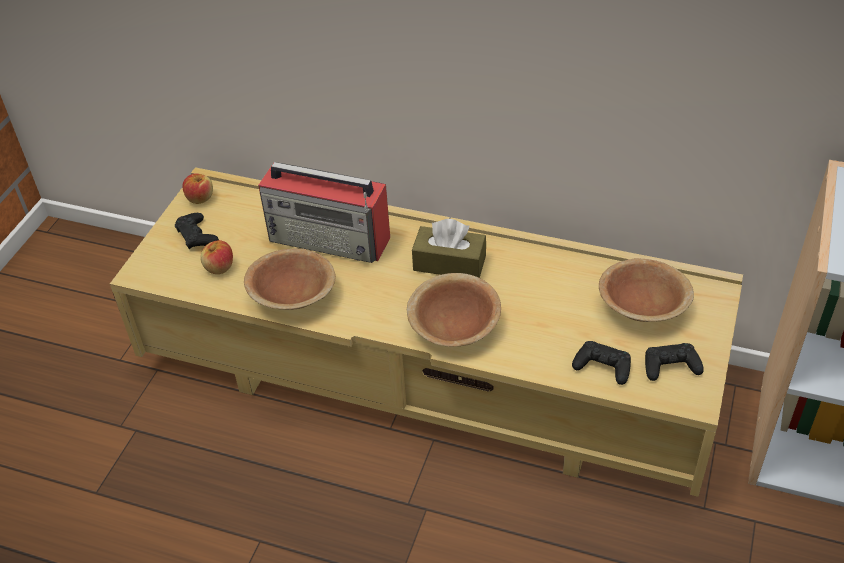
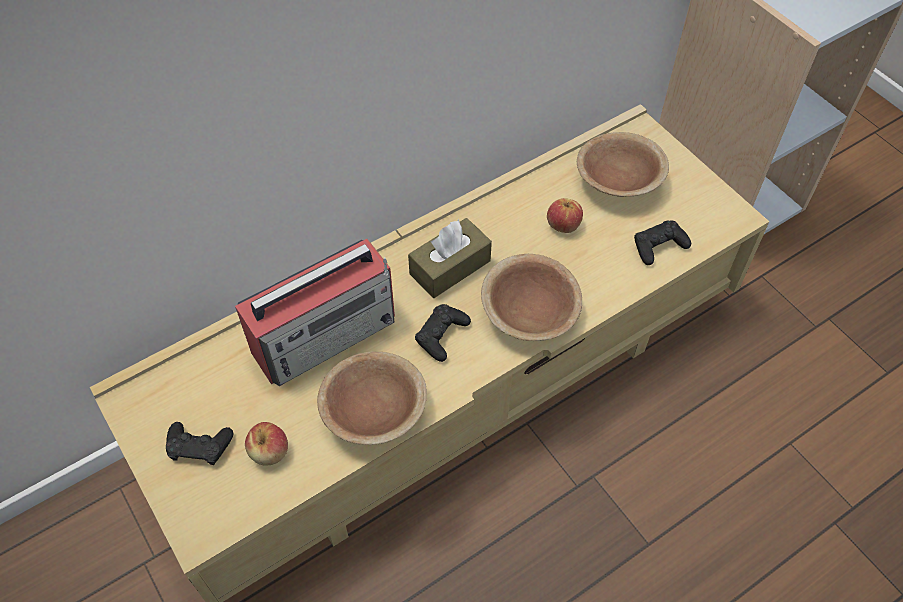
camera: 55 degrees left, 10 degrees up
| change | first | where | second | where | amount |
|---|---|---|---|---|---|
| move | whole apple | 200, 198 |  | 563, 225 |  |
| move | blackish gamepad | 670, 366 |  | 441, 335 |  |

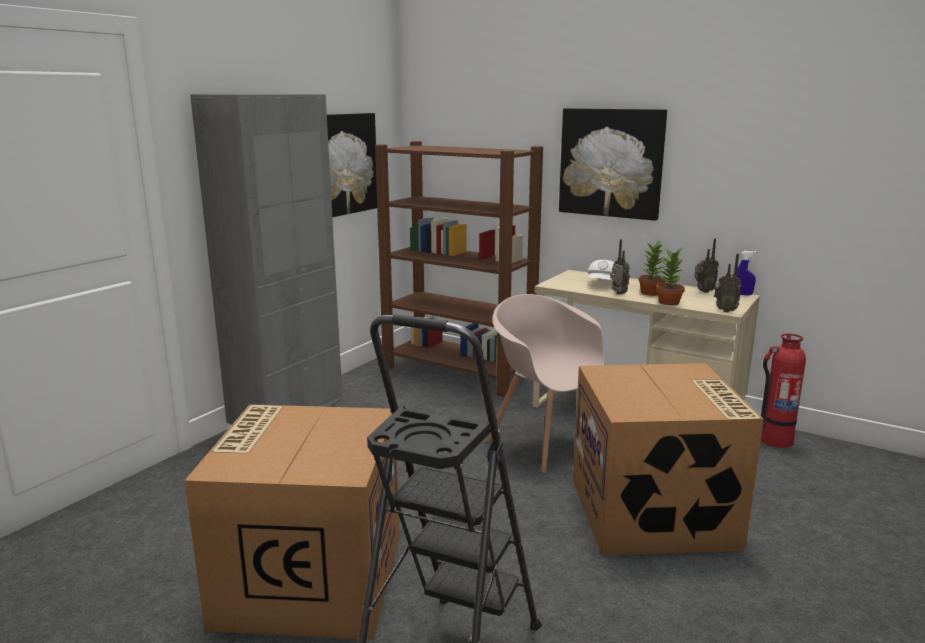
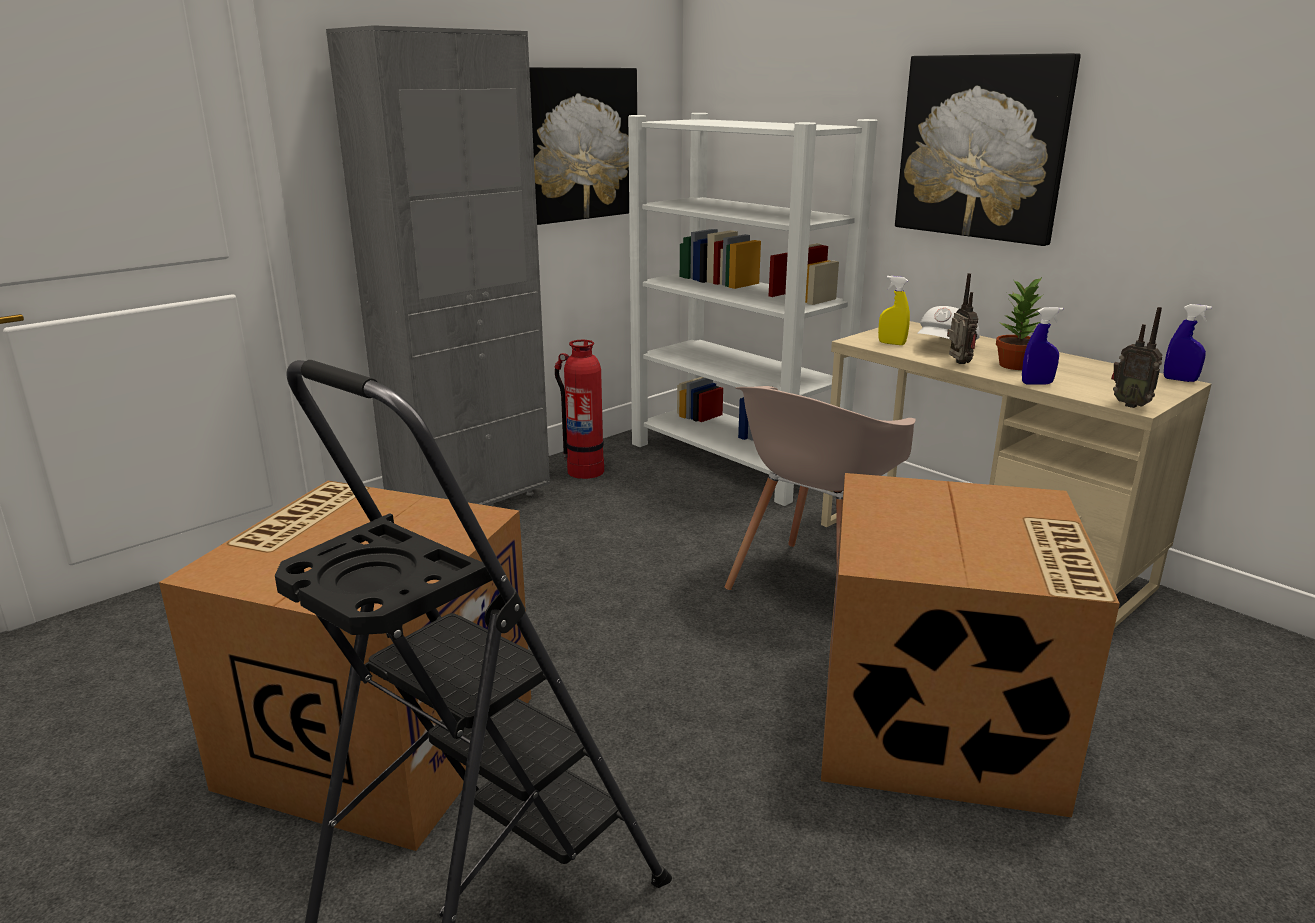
camera: 15 degrees right, 5 degrees up
| change | first | where | second | where | amount |
|---|---|---|---|---|---|
| recolor | brownish bookcase | 458, 371 | white bookcase | 735, 460 |  |
| rotate | beige-coloured chair | 544, 444 |  | 811, 586 | 120 degrees counterclockwise |
| replace | potted plant | 669, 302 | blue spray bottle | 1037, 383 |  |
| delete | radio receiver | 703, 291 |  |  |  |
| move | extinguisher | 775, 440 |  | 584, 471 |  |
| insert |  |  | yellowish spray bottle | 891, 343 |  |

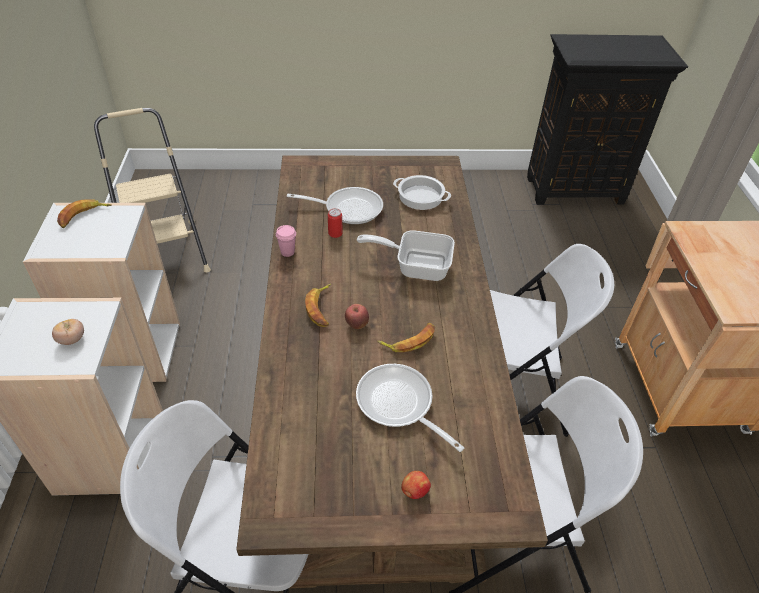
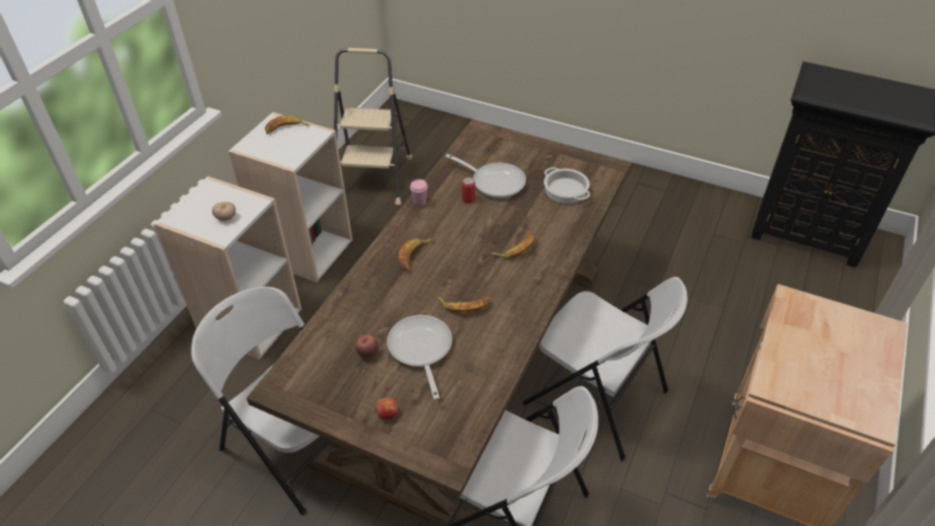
camera: 30 degrees right, 0 degrees up
| change | first | where | second | where | amount |
|---|---|---|---|---|---|
| move | whole apple | 356, 325 |  | 368, 354 |  |
| replace | frying pan | 415, 266 | banana | 515, 248 |  |

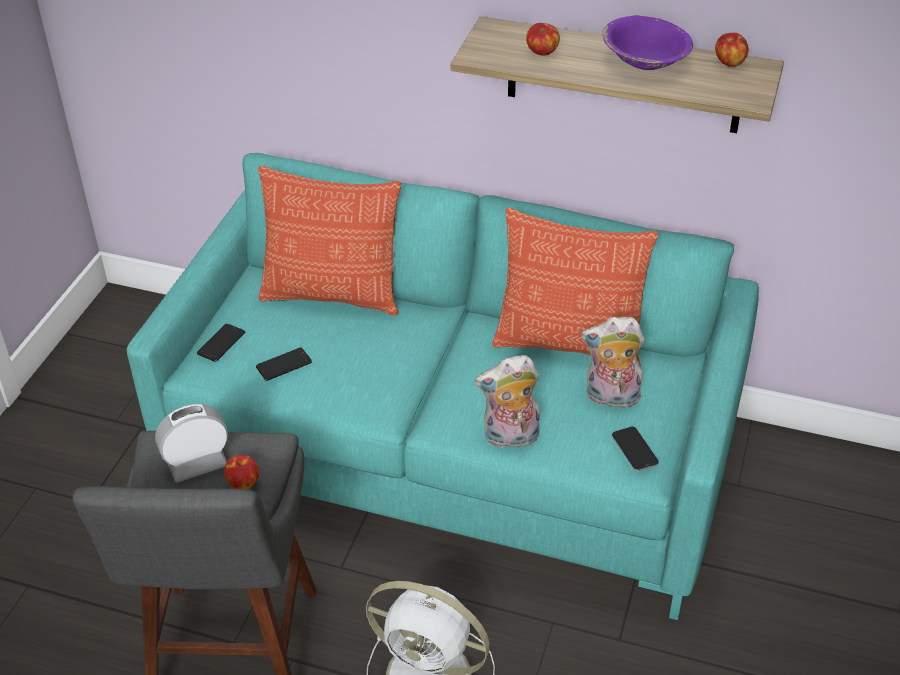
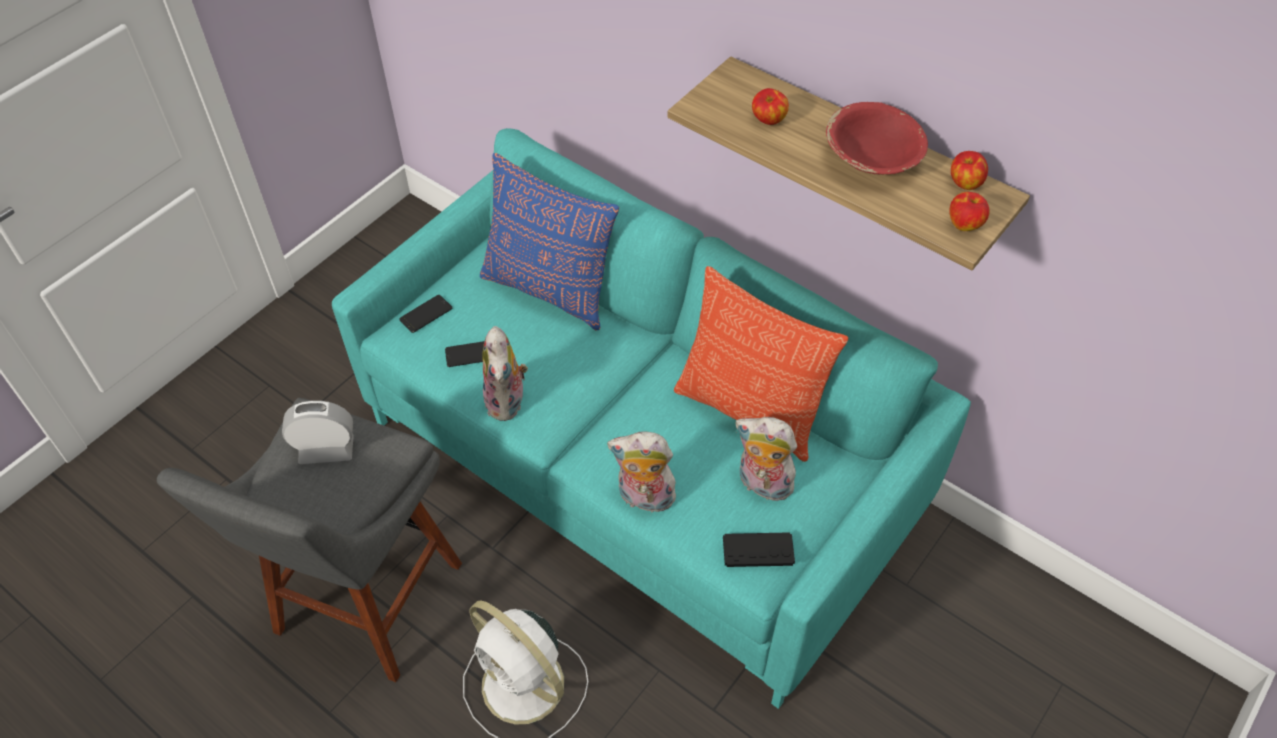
camera: 20 degrees right, 10 degrees up
| change | first | where | second | where | amount |
|---|---|---|---|---|---|
| move | whole apple | 244, 483 |  | 965, 224 |  |
| recolor | orange-coloured throw pillow | 333, 295 | blue throw pillow | 550, 290 |  |
| recolor | purple serving bowl | 645, 62 | reddish serving bowl | 872, 159 |  |
| replace | handset | 634, 449 | blackish gamepad | 758, 550 |  |
| insert |  |  | cuddly toy | 508, 402 |  |

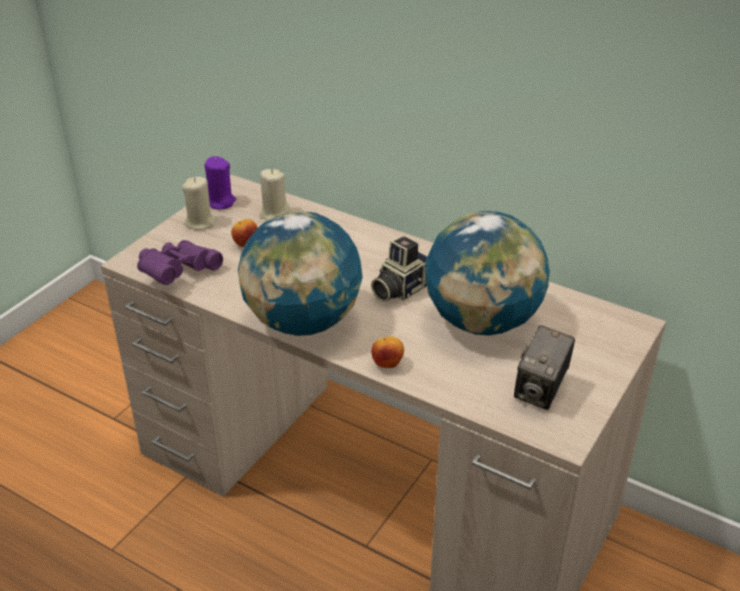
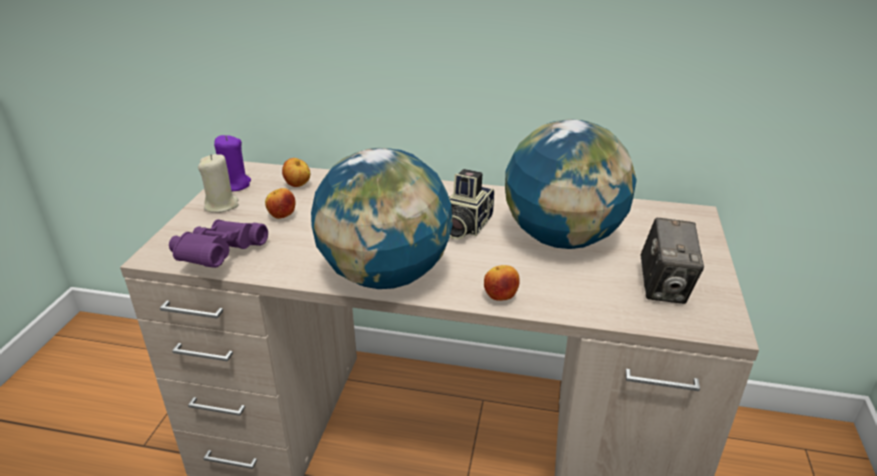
camera: 20 degrees left, 5 degrees down
| change | first | where | second | where | amount |
|---|---|---|---|---|---|
| replace | beige-coloured candle | 274, 214 | whole apple | 298, 185 |  |

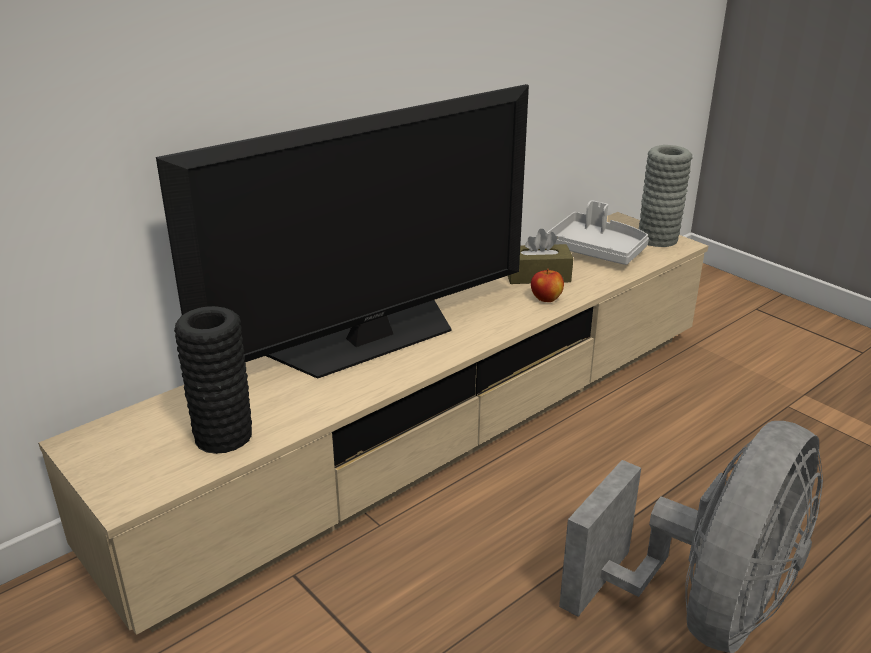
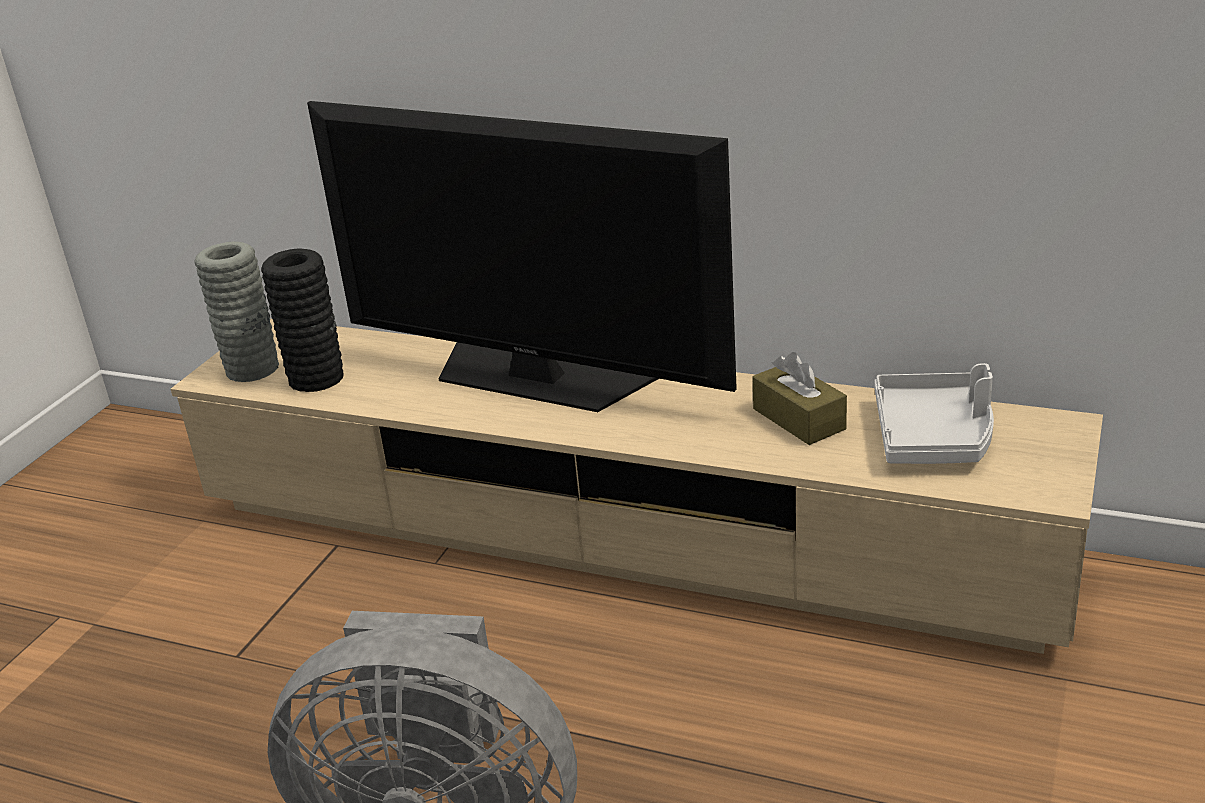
camera: 65 degrees right, 0 degrees up
| change | first | where | second | where | amount |
|---|---|---|---|---|---|
| delete | whole apple | 546, 299 |  |  |  |
| move | greyish vase | 658, 239 |  | 252, 369 |  |

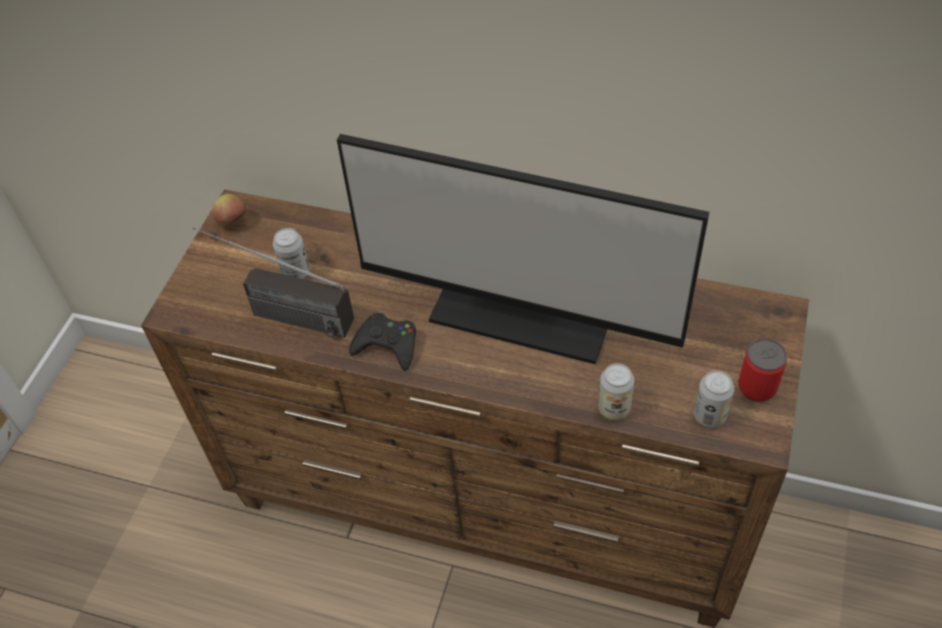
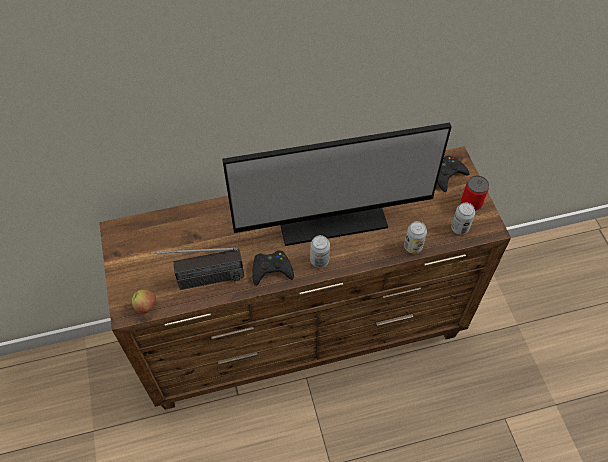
camera: 35 degrees left, 5 degrees up
| change | first | where | second | where | amount |
|---|---|---|---|---|---|
| move | whole apple | 232, 222 |  | 146, 307 |  |
| move | sealed can | 296, 272 |  | 319, 260 |  |
| insert |  |  | blackish gamepad | 447, 175 |  |

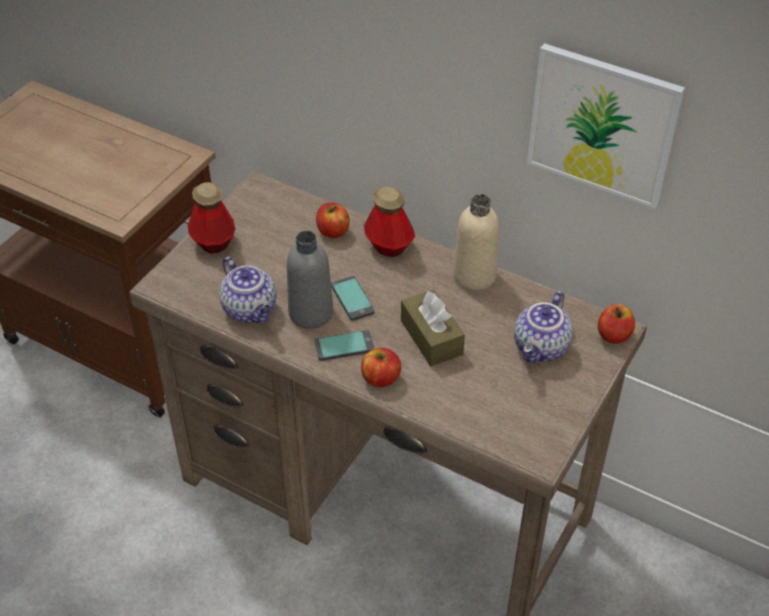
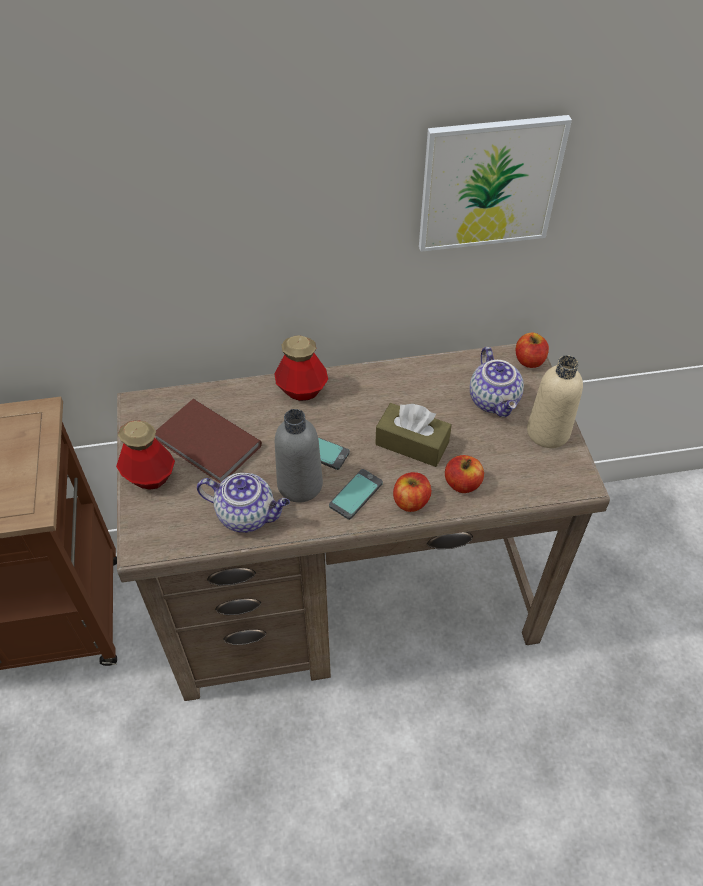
camera: 40 degrees left, 5 degrees up
| change | first | where | second | where | amount |
|---|---|---|---|---|---|
| move | whole apple | 332, 231 |  | 462, 484 |  |
| move | beige-coloured bottle | 474, 276 |  | 548, 432 |  |
| insert |  |  | brownish book | 207, 445 |  |

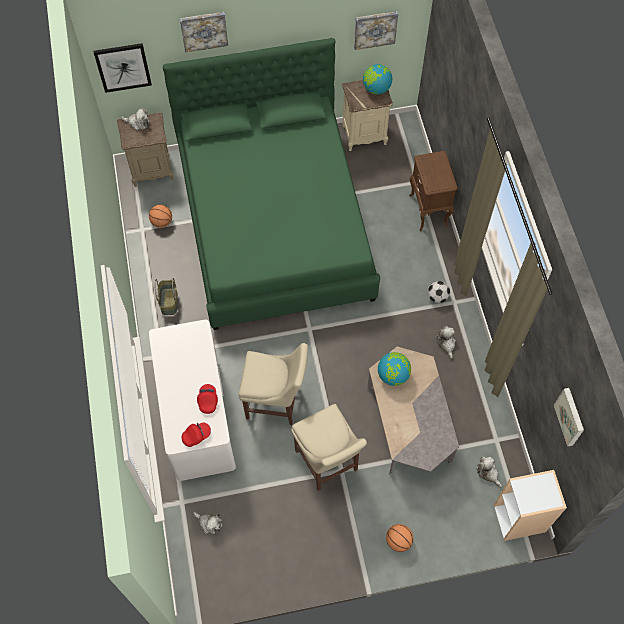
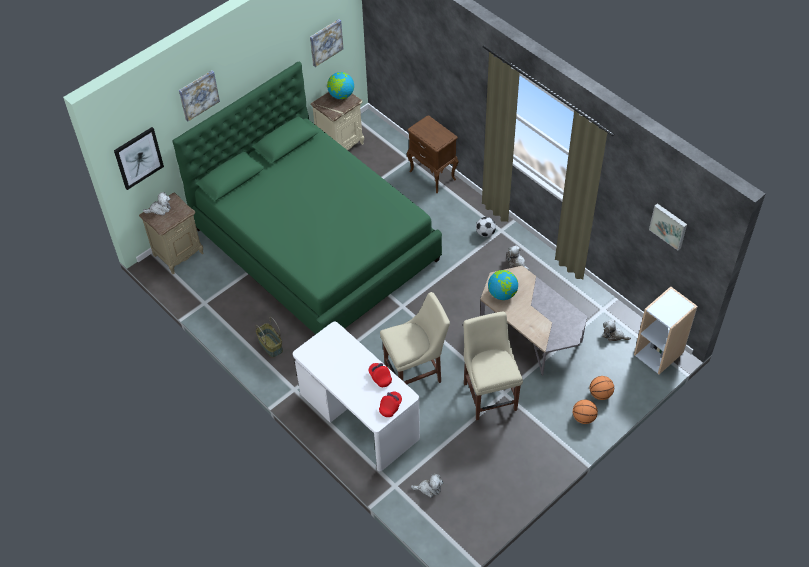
camera: 30 degrees left, 10 degrees down
| change | first | where | second | where | amount |
|---|---|---|---|---|---|
| move | basketball | 162, 222 |  | 600, 394 |  |
| rotate | beige-coloured chair | 327, 463 |  | 489, 394 | 135 degrees counterclockwise |

